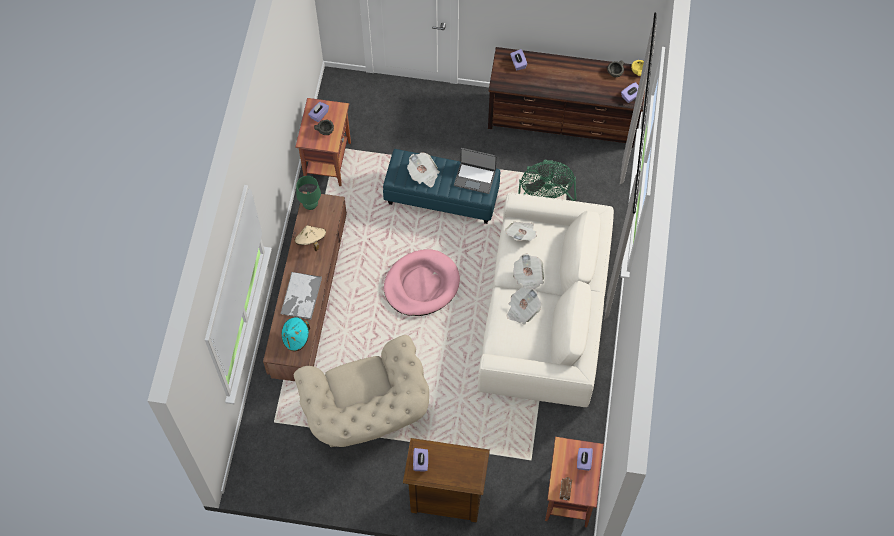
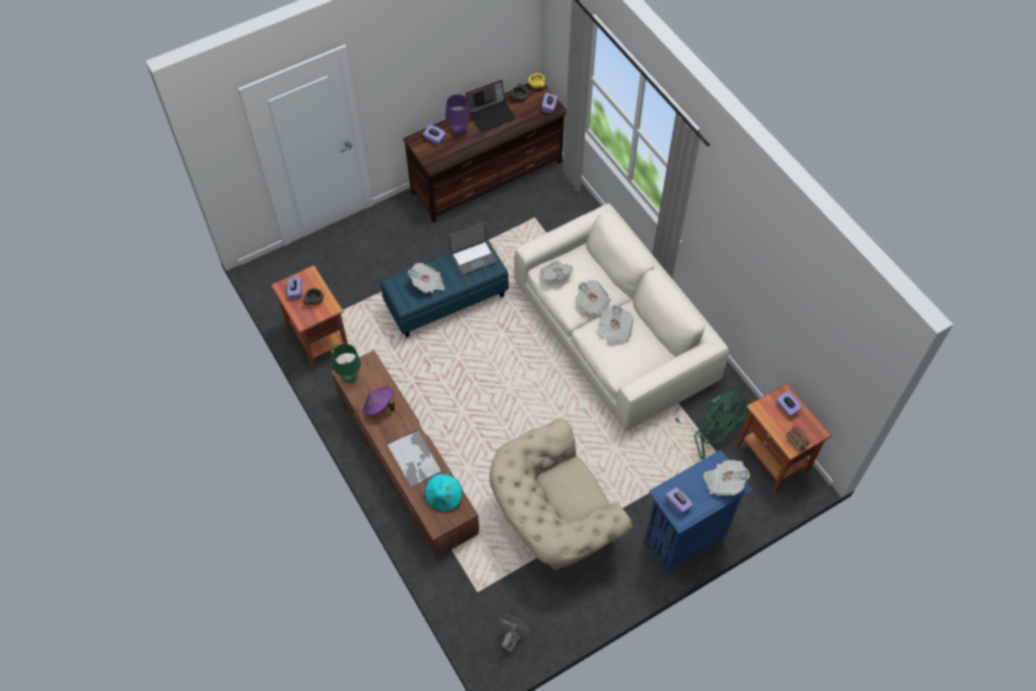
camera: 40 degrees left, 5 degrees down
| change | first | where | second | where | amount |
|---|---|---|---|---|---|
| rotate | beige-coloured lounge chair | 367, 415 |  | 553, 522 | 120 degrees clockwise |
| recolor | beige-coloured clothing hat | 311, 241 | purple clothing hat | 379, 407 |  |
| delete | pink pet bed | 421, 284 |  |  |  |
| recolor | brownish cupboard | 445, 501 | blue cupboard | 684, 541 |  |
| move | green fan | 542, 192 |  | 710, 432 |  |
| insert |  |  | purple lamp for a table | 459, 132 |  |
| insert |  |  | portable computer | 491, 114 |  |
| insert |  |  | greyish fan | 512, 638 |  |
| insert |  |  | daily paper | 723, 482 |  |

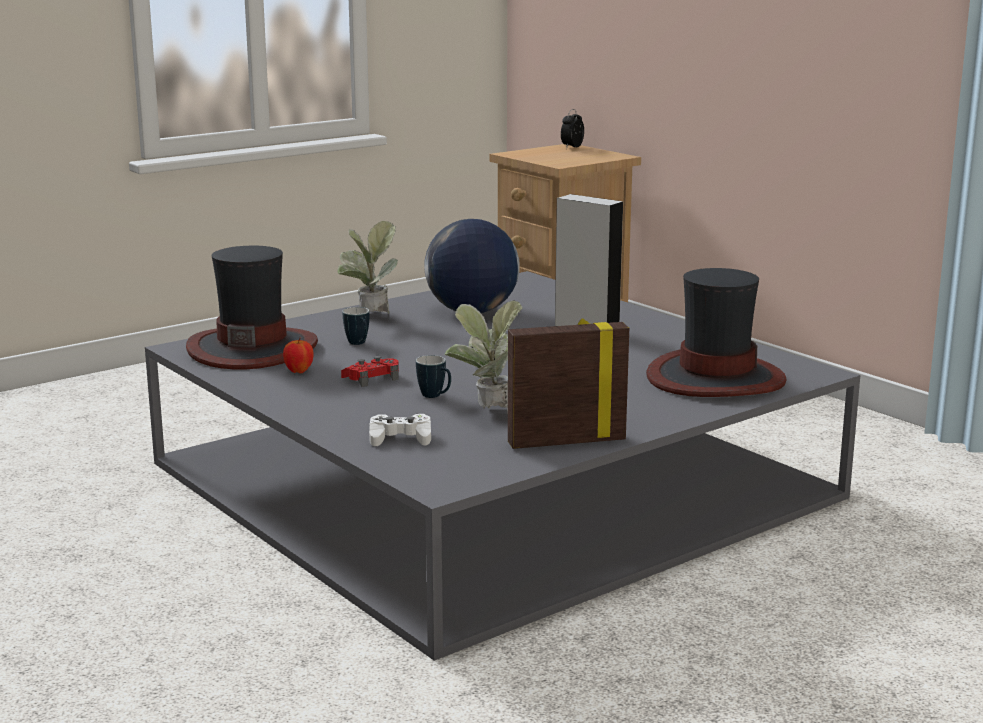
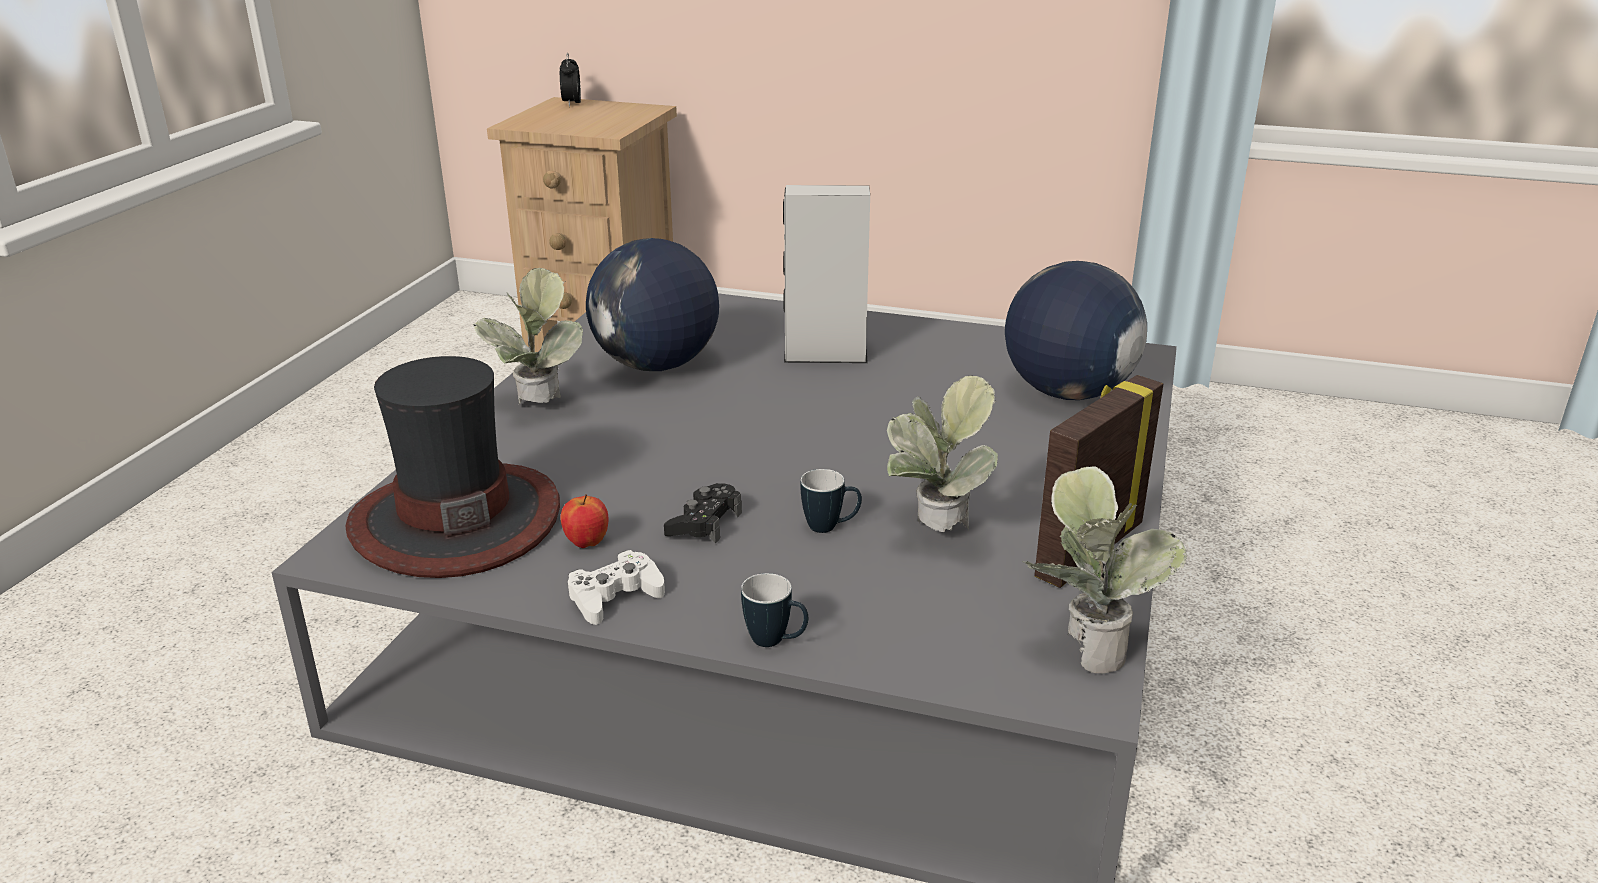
camera: 35 degrees left, 10 degrees up
| change | first | where | second | where | amount |
|---|---|---|---|---|---|
| recolor | reddish gamepad | 371, 379 | blackish gamepad | 704, 523 |  |
| move | mug | 359, 344 |  | 776, 642 |  |
| move | white gamepad | 400, 438 |  | 615, 596 |  |
| replace | clothing hat | 715, 378 | world globe | 1067, 393 |  |
| insert |  |  | potted plant | 1086, 646 |  |

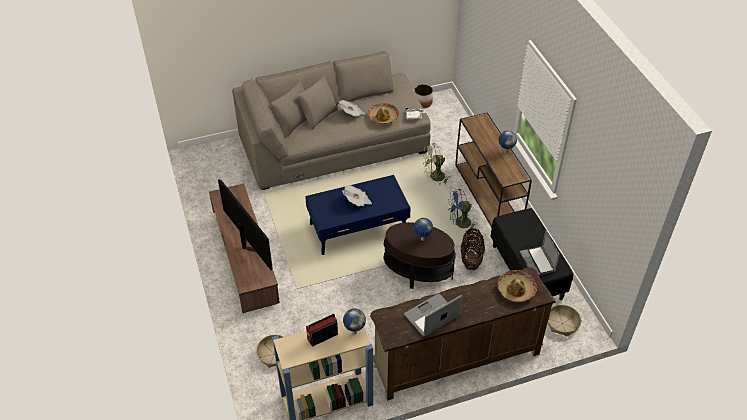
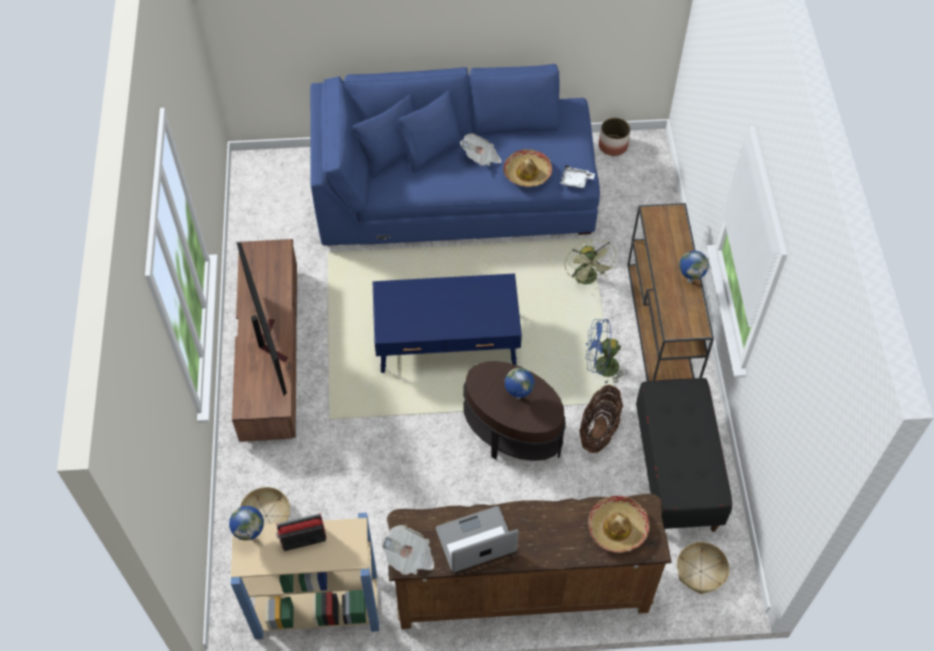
camera: 15 degrees right, 10 degrees up
| change | first | where | second | where | amount |
|---|---|---|---|---|---|
| recolor | beige-coloured settee | 334, 145 | blue settee | 455, 192 |  |
| move | daily paper | 357, 201 |  | 409, 557 |  |
| move | world globe | 354, 332 |  | 251, 535 |  |
| rotate | green fan | 434, 177 |  | 588, 279 | 105 degrees counterclockwise |
| delete | portable computer | 538, 262 |  |  |  |

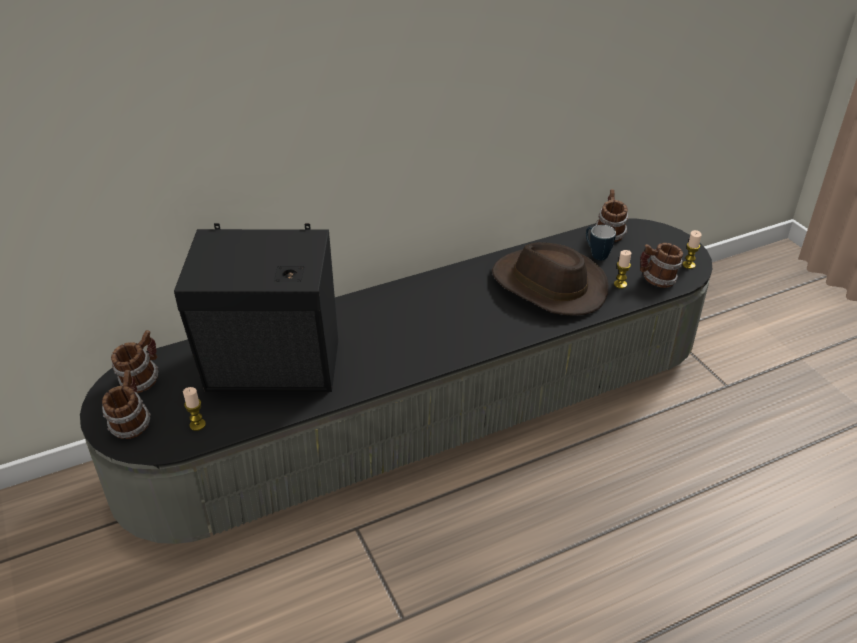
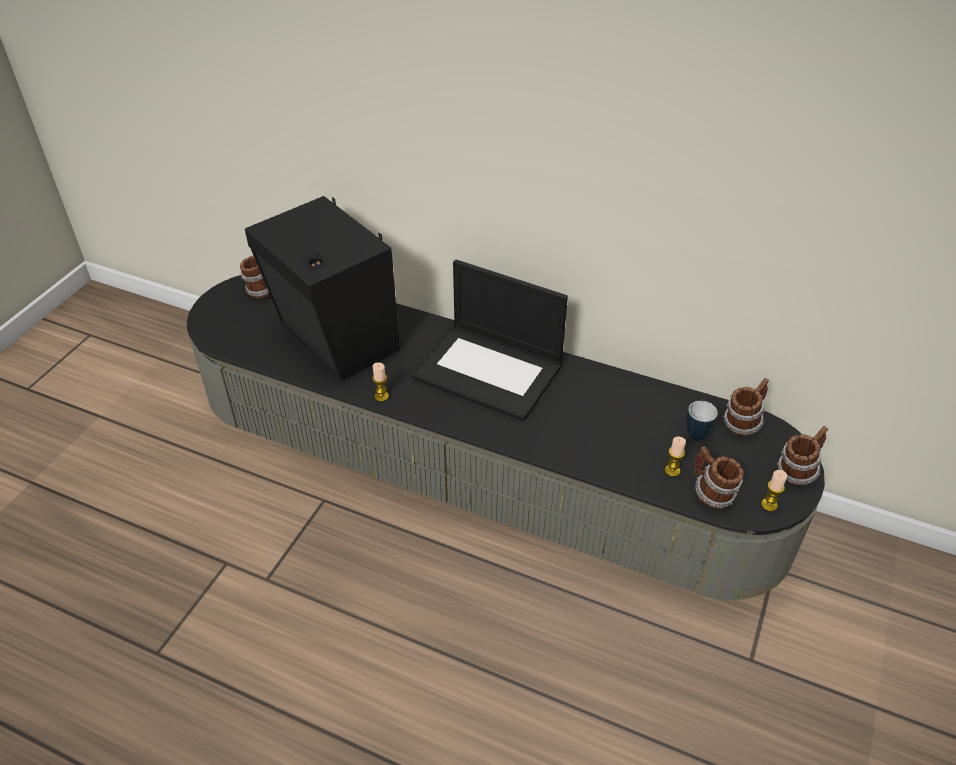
camera: 50 degrees right, 5 degrees up
| change | first | where | second | where | amount |
|---|---|---|---|---|---|
| move | mug | 131, 424 |  | 797, 471 |  |
| move | candle | 197, 425 |  | 381, 396 |  |
| delete | brownish clothing hat | 548, 286 |  |  |  |
| insert |  |  | portable computer | 490, 371 |  |

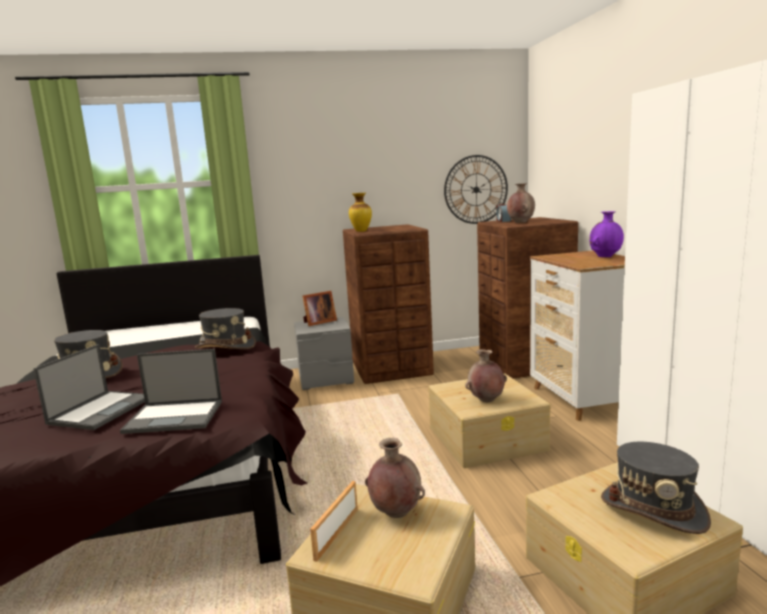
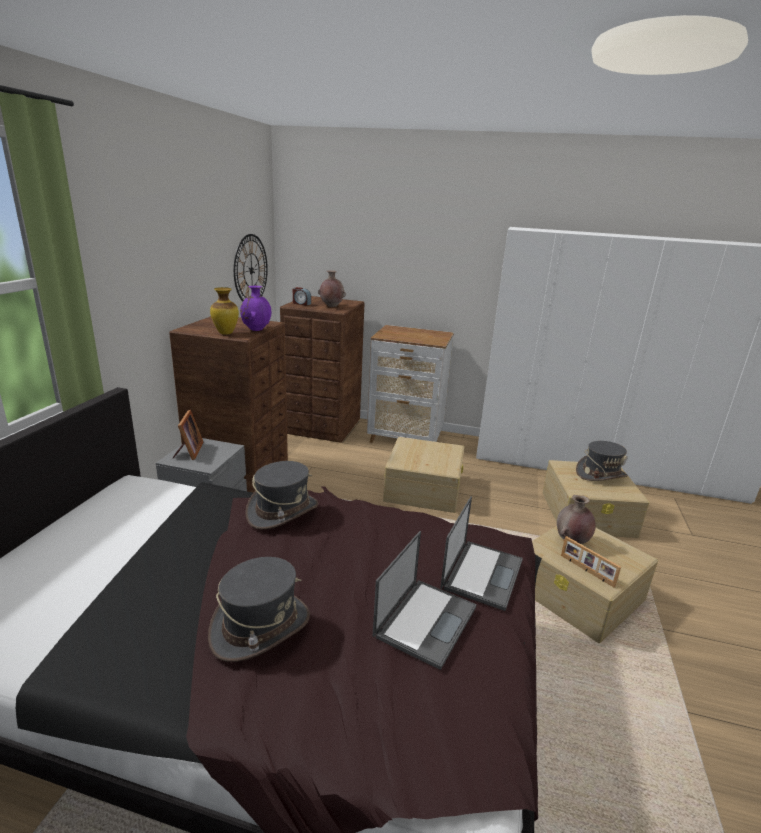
camera: 65 degrees left, 10 degrees up
| change | first | where | second | where | amount |
|---|---|---|---|---|---|
| rotate | portable computer | 101, 410 |  | 426, 620 | 75 degrees clockwise |
| delete | brownish vase | 486, 400 |  |  |  |
| move | purple vase | 605, 256 |  | 256, 329 |  |

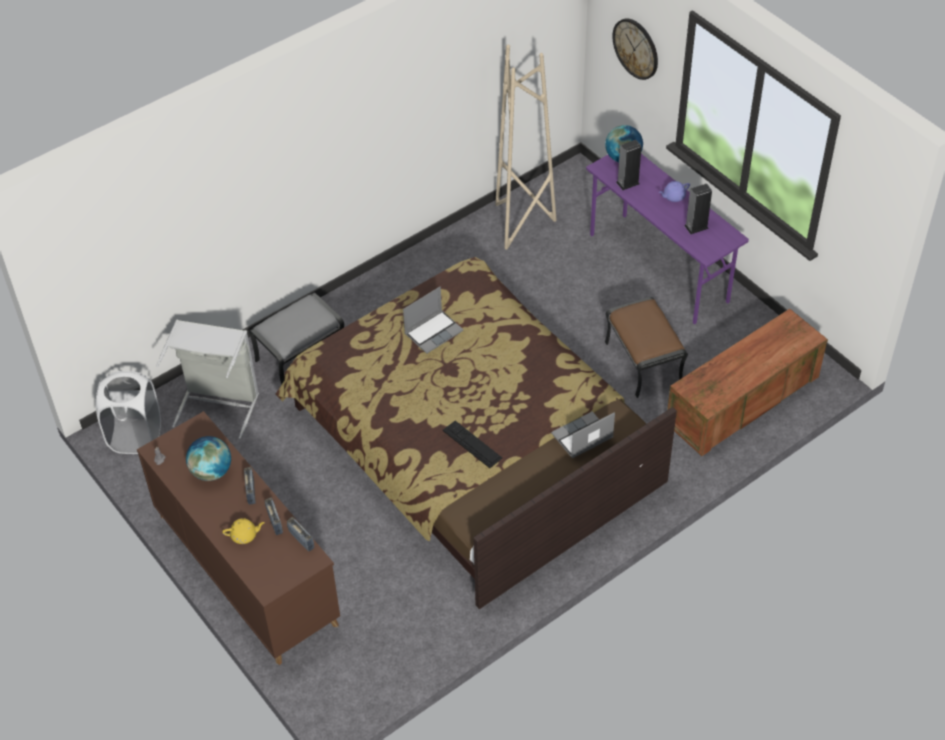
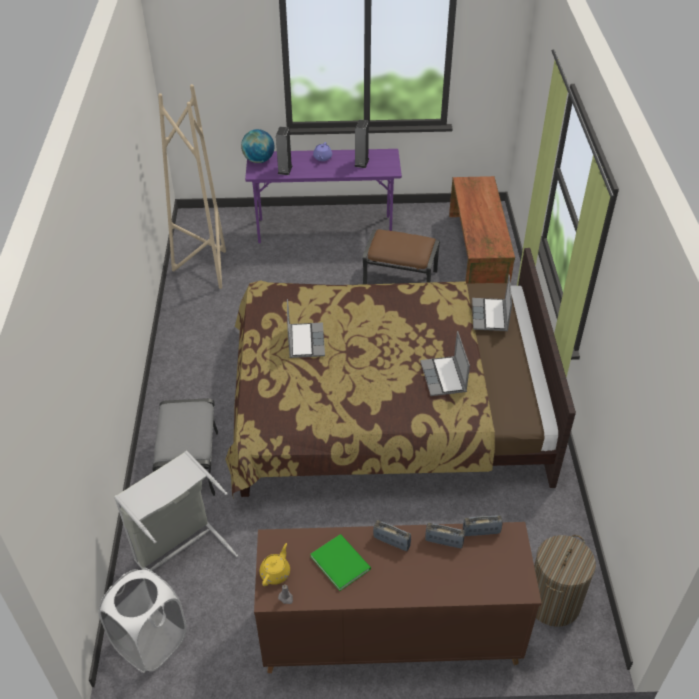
camera: 55 degrees left, 5 degrees down
| change | first | where | second | where | amount |
|---|---|---|---|---|---|
| replace | world globe | 211, 471 | green book | 340, 561 |  |
| move | yellowish teapot | 244, 535 |  | 275, 573 |  |
| replace | keyboard | 472, 444 | portable computer | 444, 377 |  |
| delete | hanging clock | 636, 48 |  |  |  |
| insert |  |  | laundry basket | 553, 602 |  |

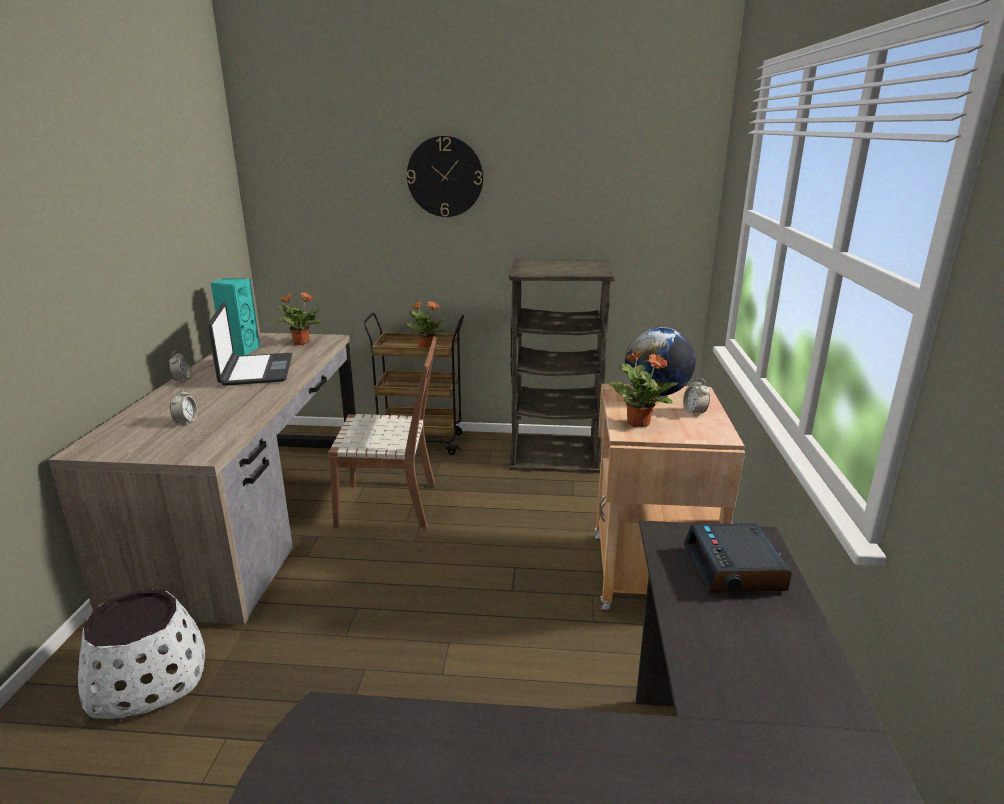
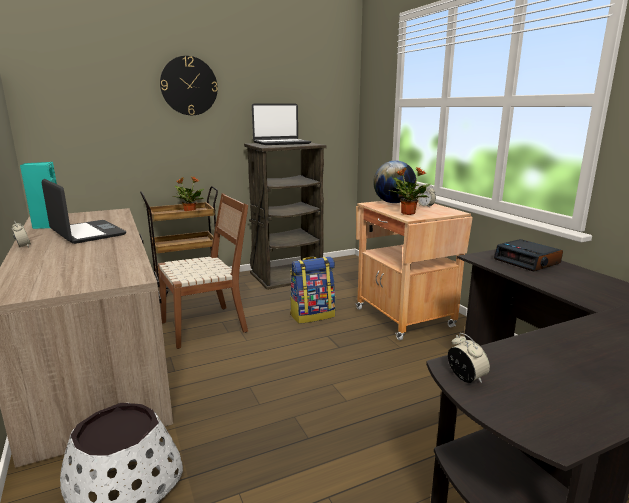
camera: 30 degrees left, 5 degrees down
| change | first | where | second | where | amount |
|---|---|---|---|---|---|
| move | table clock | 186, 421 |  | 466, 378 |  |
| delete | potted plant | 300, 342 |  |  |  |
| insert |  |  | portable computer | 281, 143 |  |
| insert |  |  | knapsack | 312, 315 |  |

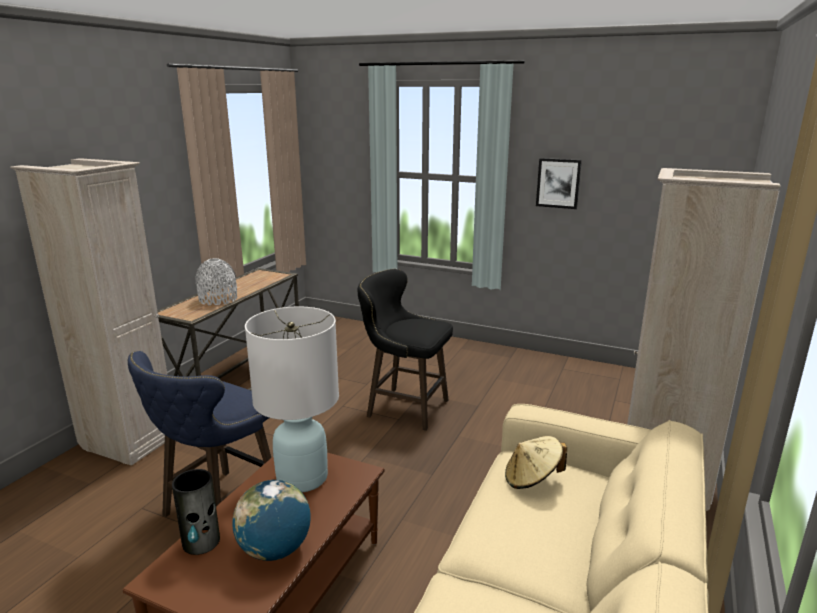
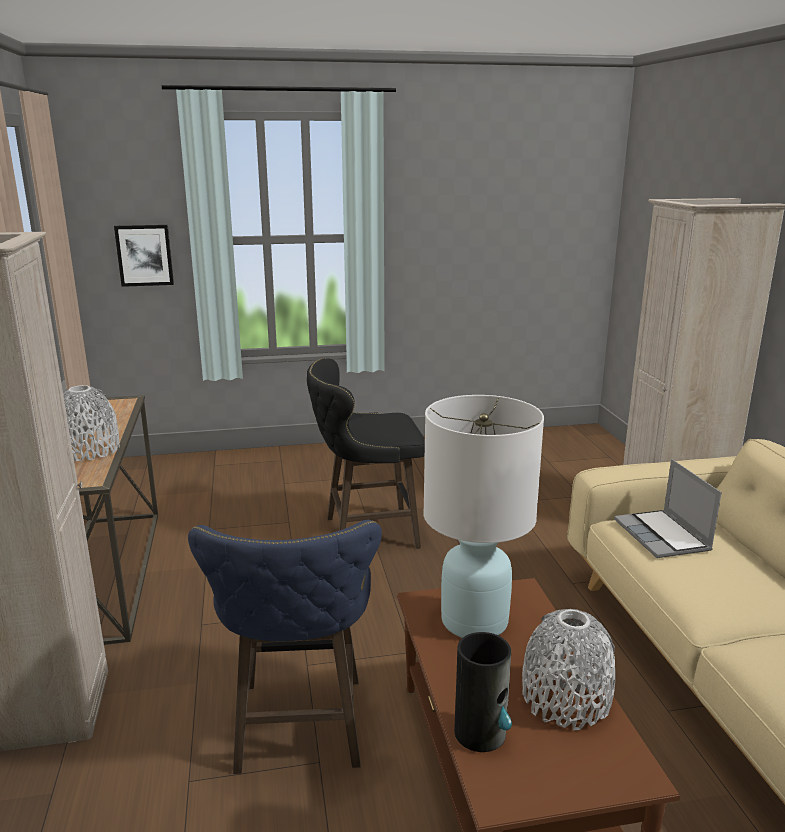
camera: 35 degrees left, 0 degrees up
| change | first | where | second | where | amount |
|---|---|---|---|---|---|
| replace | world globe | 275, 549 | greyish vase | 565, 699 |  |
| replace | beige-coloured clothing hat | 532, 479 | portable computer | 663, 536 |  |
| move | wall picture | 558, 183 |  | 144, 255 |  |

